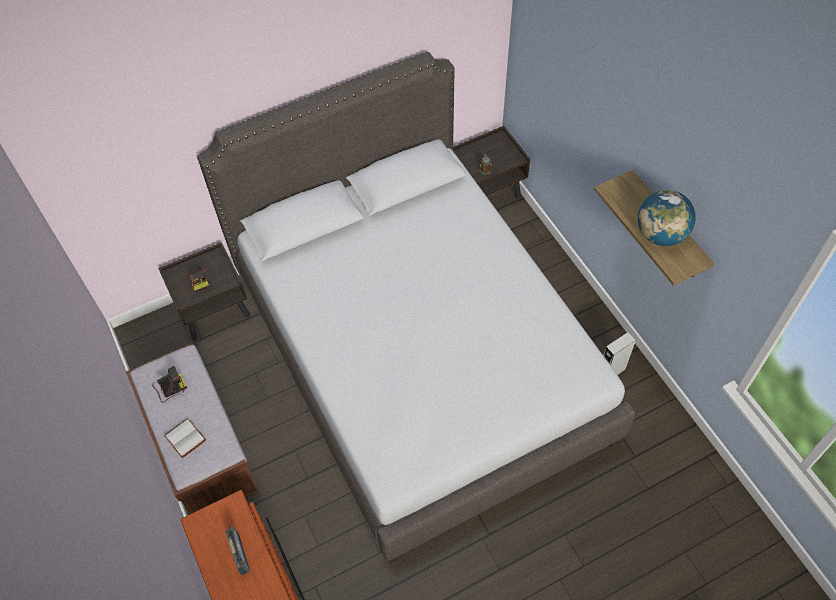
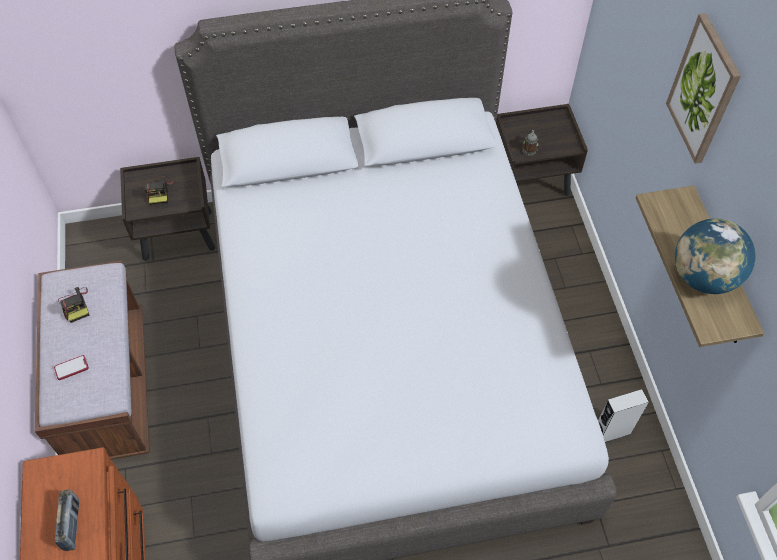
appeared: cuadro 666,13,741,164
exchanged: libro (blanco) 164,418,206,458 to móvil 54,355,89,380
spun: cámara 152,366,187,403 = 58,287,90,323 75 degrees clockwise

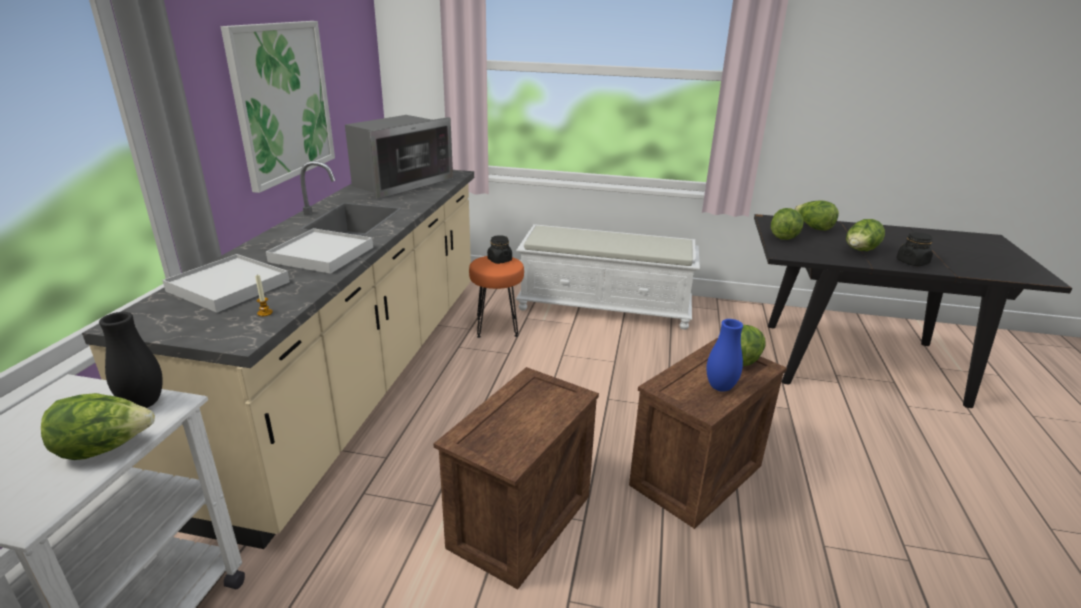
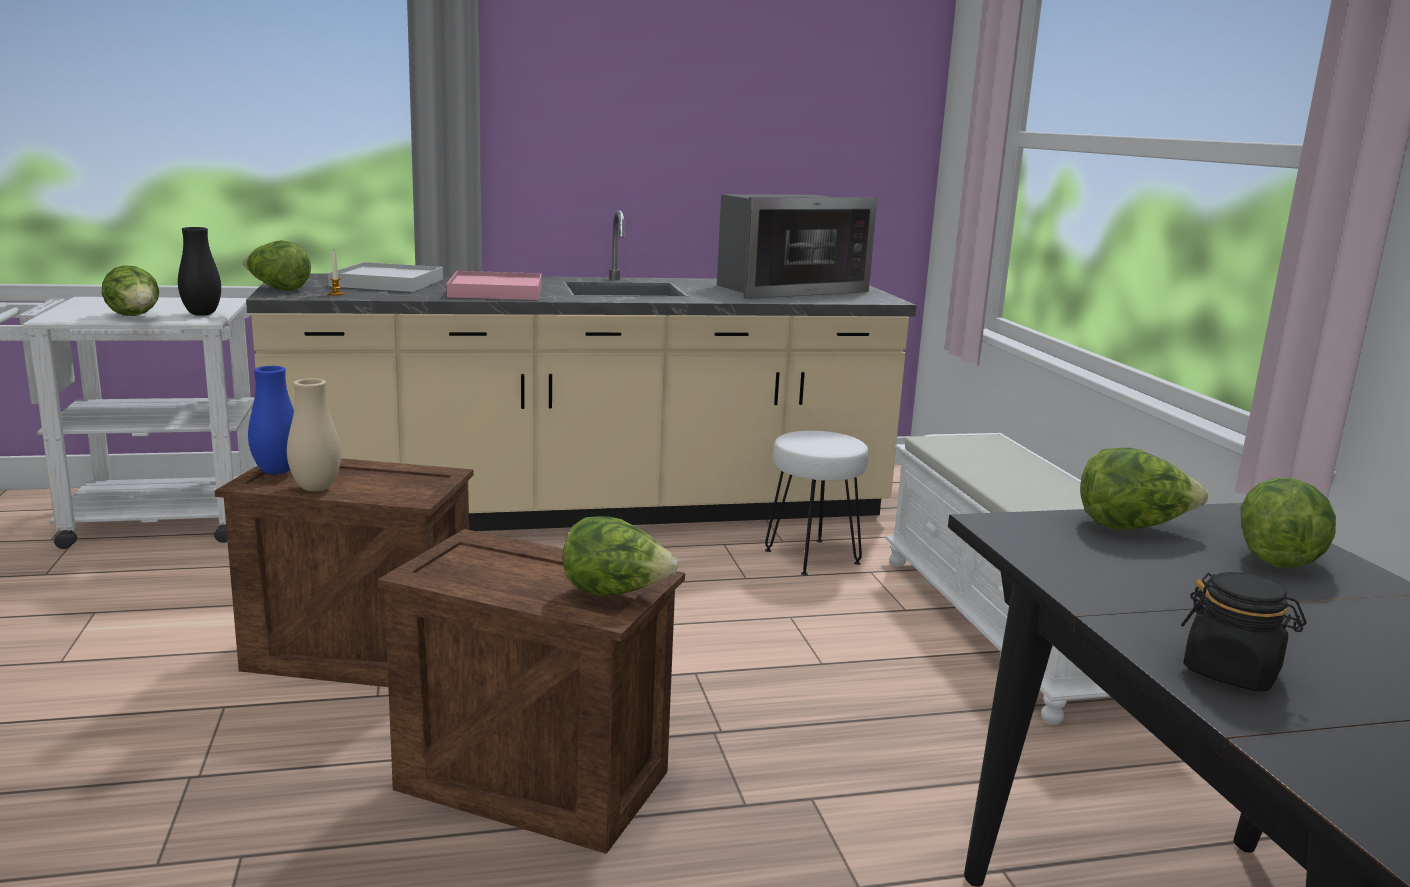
missing: cuadro 221,21,335,193; tarro (negro) 487,235,512,264
appeared: florero (beis) 287,378,341,492
relocated: lechuga 846,219,885,251 to 243,240,311,290; florero (azul) 706,319,743,392 to 248,366,294,475
colour: bandeja (blanco) 266,228,373,274 to bandeja (rosa) 447,271,542,300; taburete (naranja) 469,256,524,338 to taburete (blanco) 765,431,868,576
spun: microondas 345,115,453,199 = 717,194,877,299 45 degrees counterclockwise

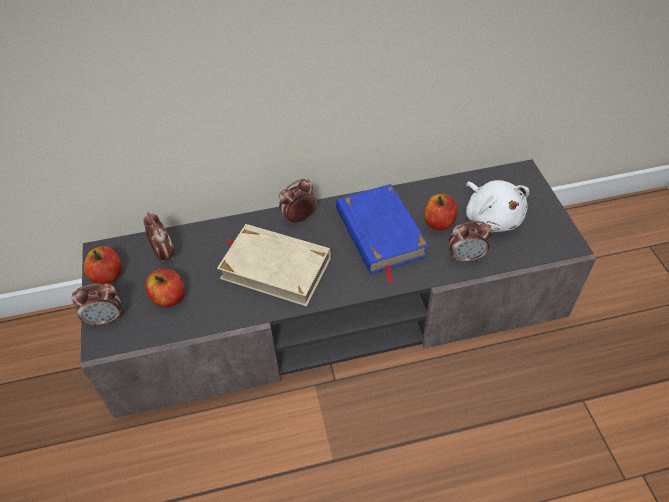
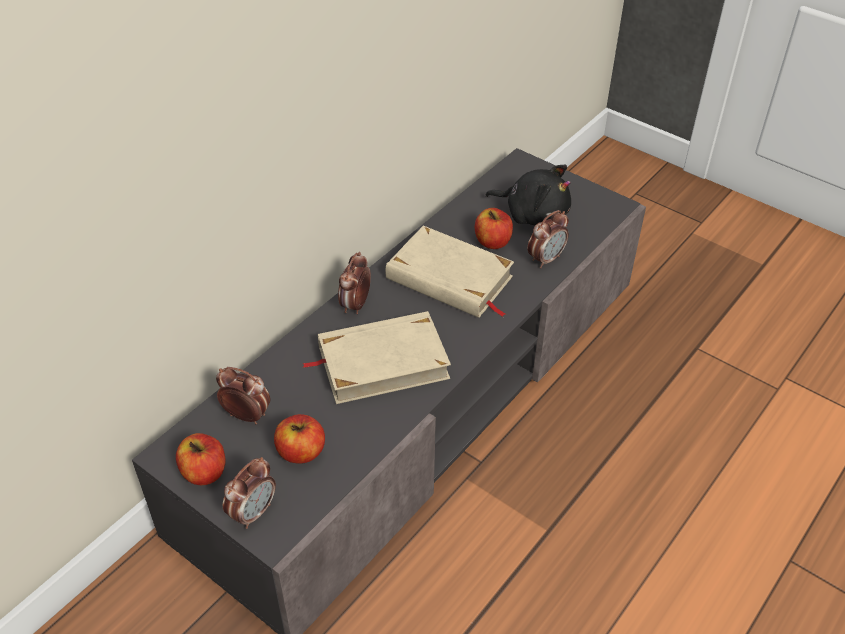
colour: peluche (blanco) 466,180,529,232 to peluche (negro) 485,165,571,225; libro (azul) 336,184,429,283 to libro (beis) 385,226,514,318

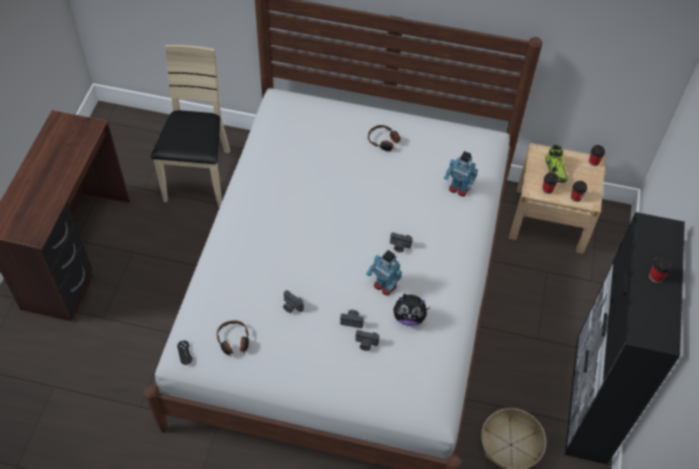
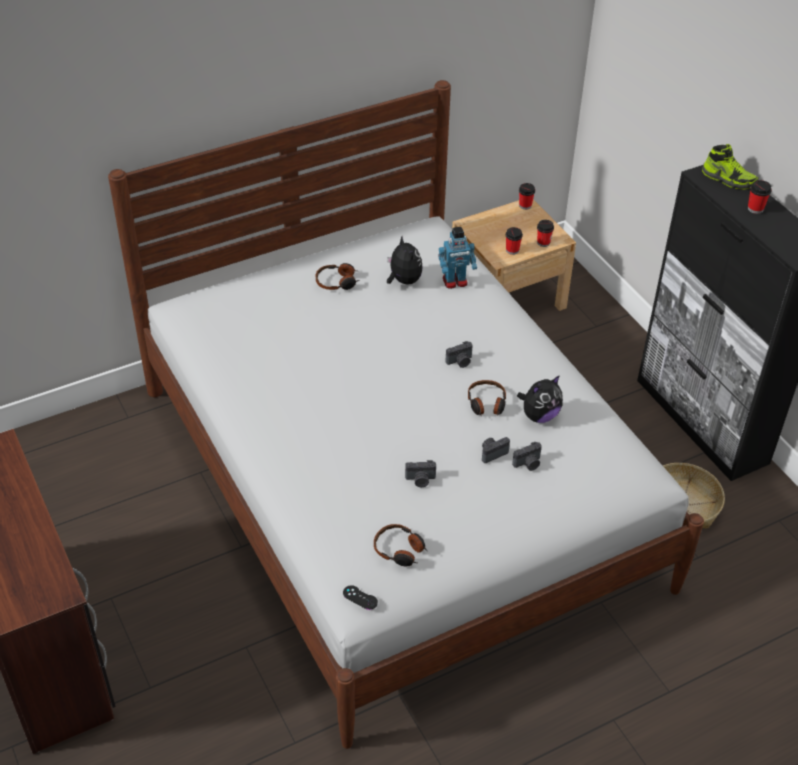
missing: silla (beis) 151,45,230,207
appeared: peluche 387,236,423,285
relocated: zapato 545,145,568,183 to 702,144,759,190
exchanged: robot de juguete 366,250,402,296 to auriculares 468,380,506,416

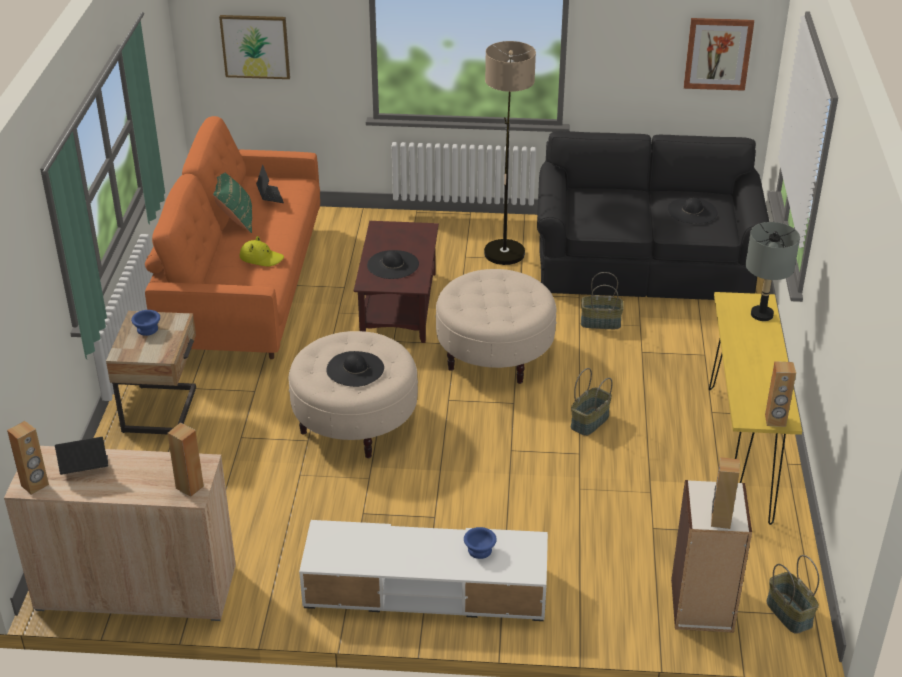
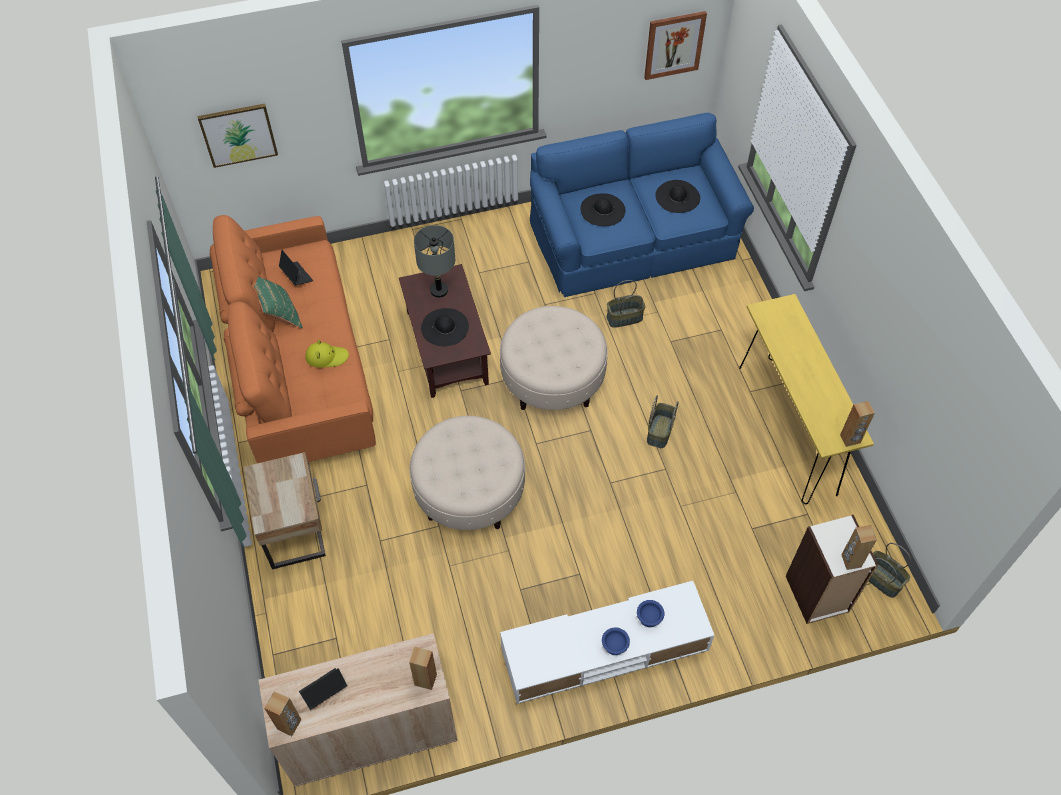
missing: lámpara de pie 484,41,536,265
relocated: lámpara de mesa (gris) 746,222,800,321 to 414,225,455,298; cuenco (azul) 131,310,160,336 to 602,627,630,655; sombrero (negro) 326,351,384,387 to 581,193,625,226
colour: sofá (negro) 537,131,769,300 to sofá (azul) 530,113,754,297

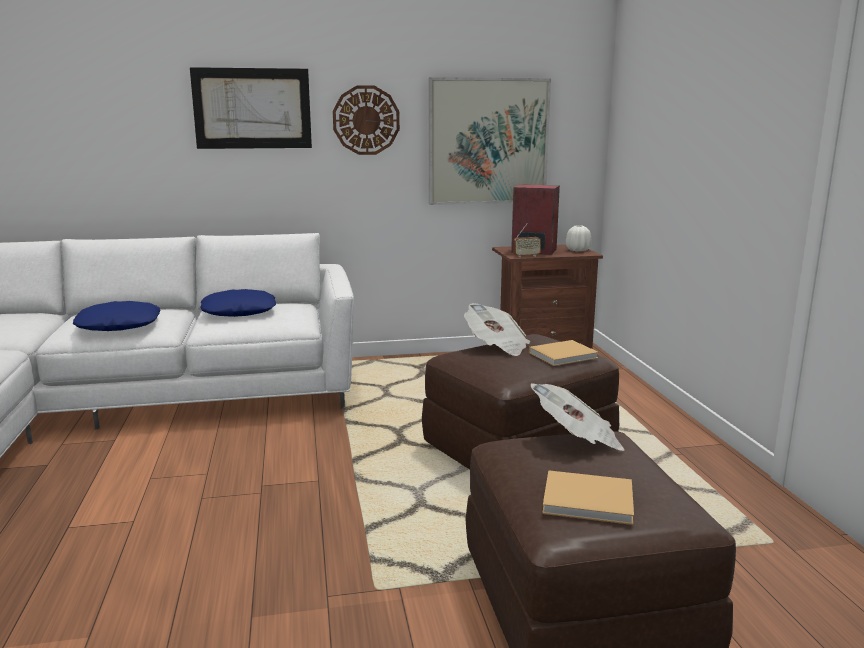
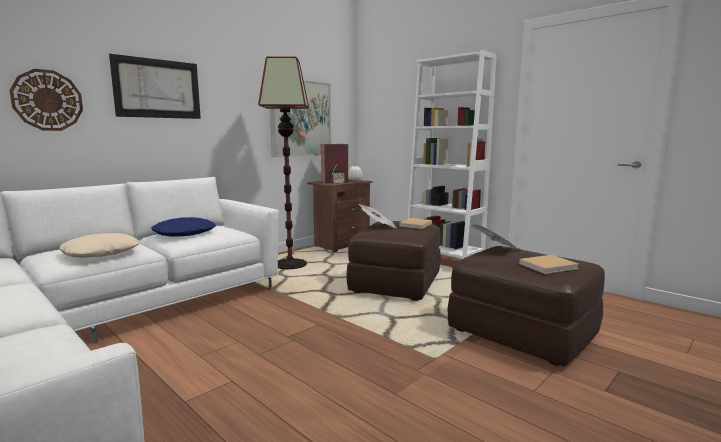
appeared: estantería (blanco) 408,50,497,259; lámpara de pie 258,56,309,269
relocated: reloj de pared 333,85,400,155 to 9,69,83,131
colour: cojín (azul) 73,301,160,331 to cojín (beis) 60,233,140,258

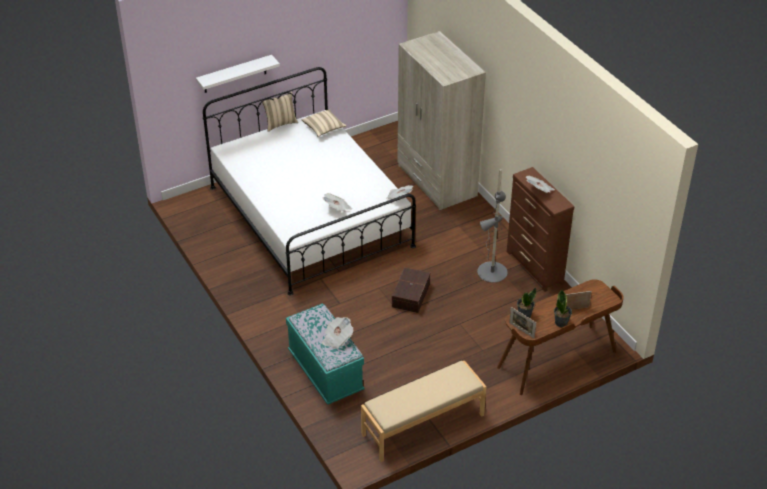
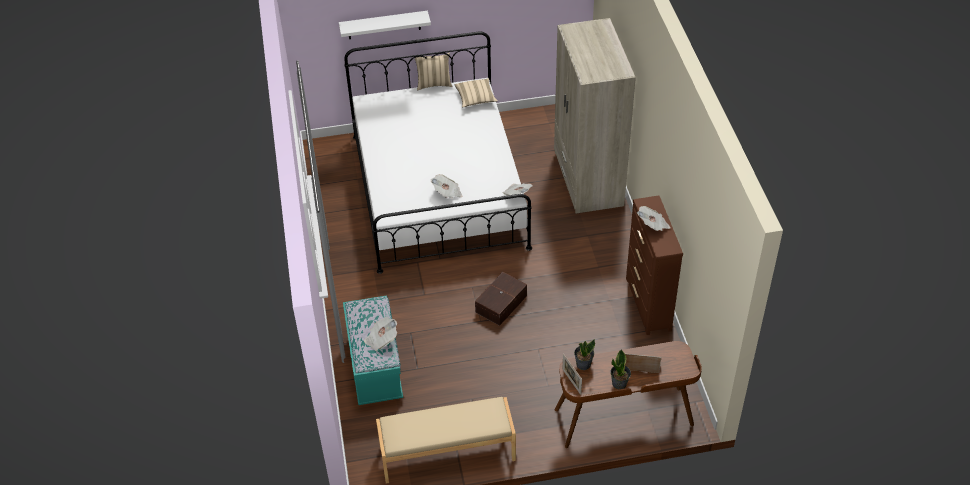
missing: lámpara de pie (gris) 477,169,508,283

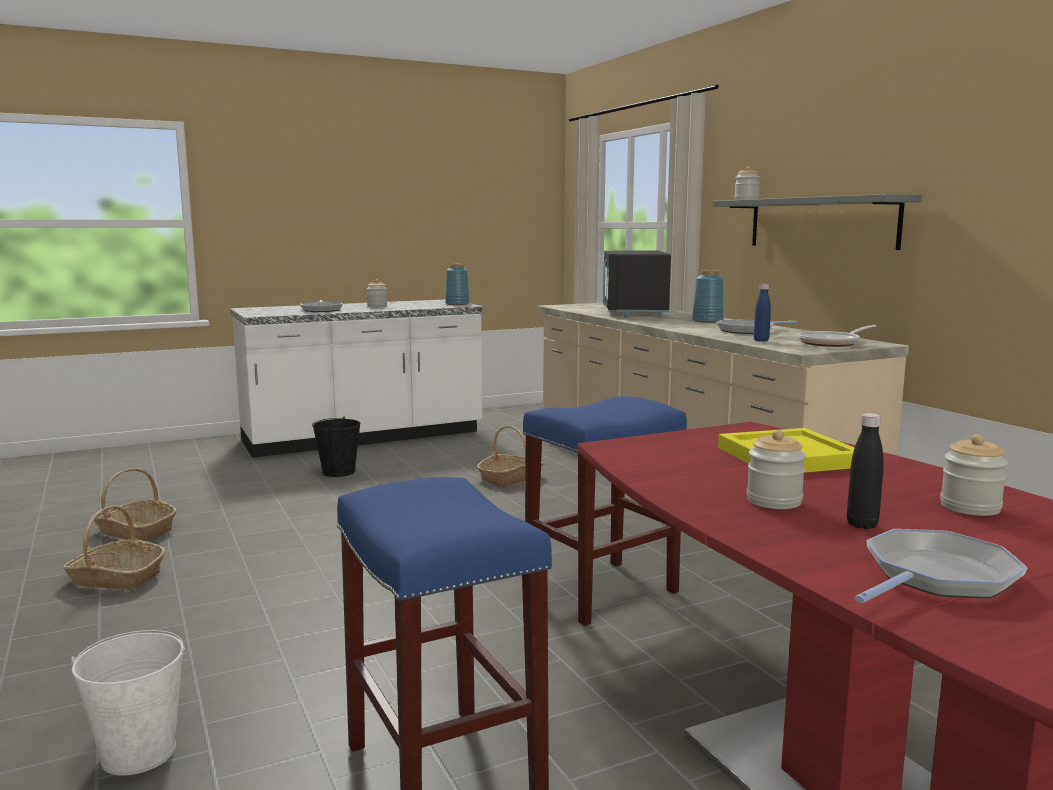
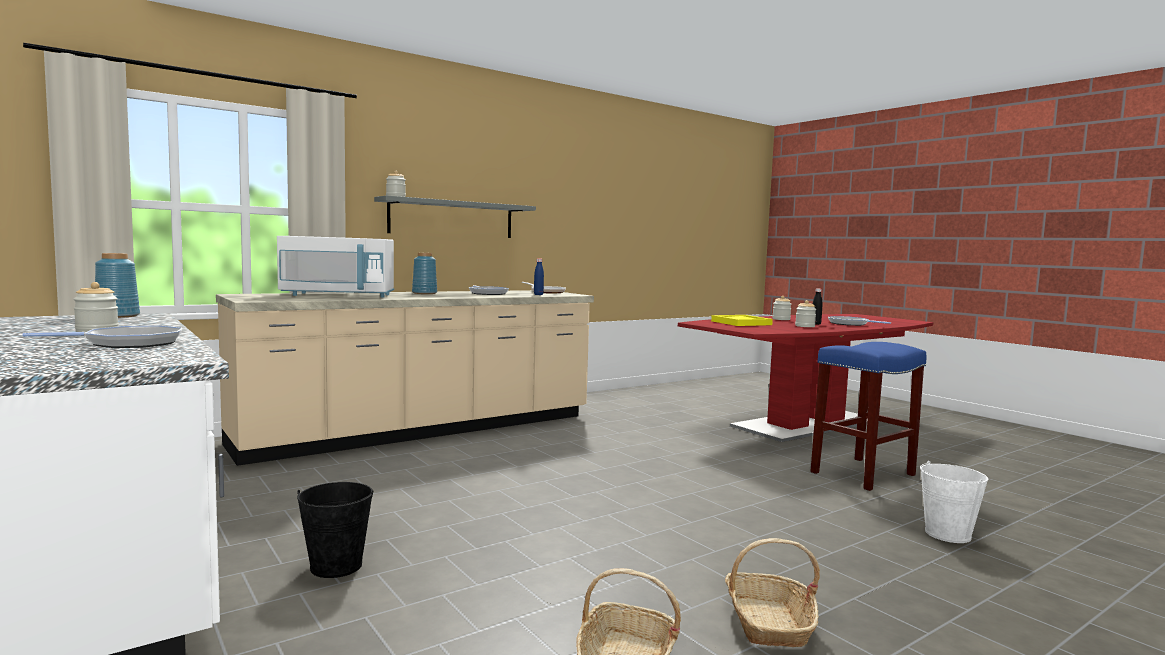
missing: taburete (azul) 523,396,687,626; cesta 477,426,544,487
colour: microondas (negro) 603,251,671,317 to microondas (blanco) 277,236,394,298

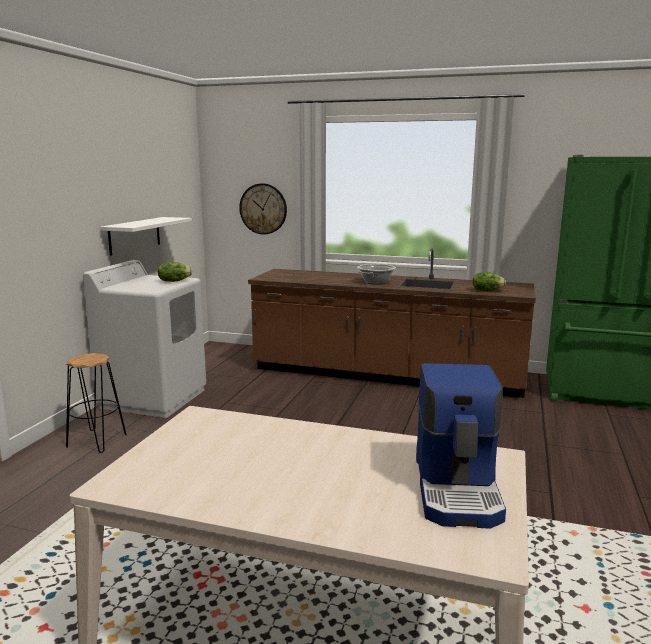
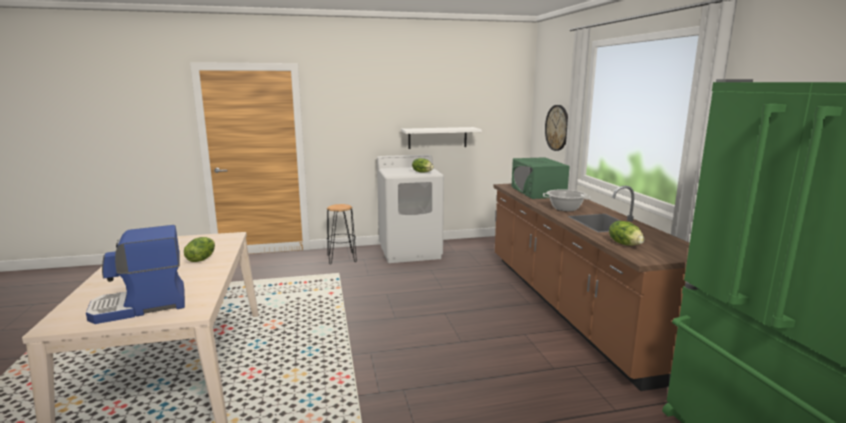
appeared: microondas (verde) 511,157,570,199; lechuga 184,237,215,262

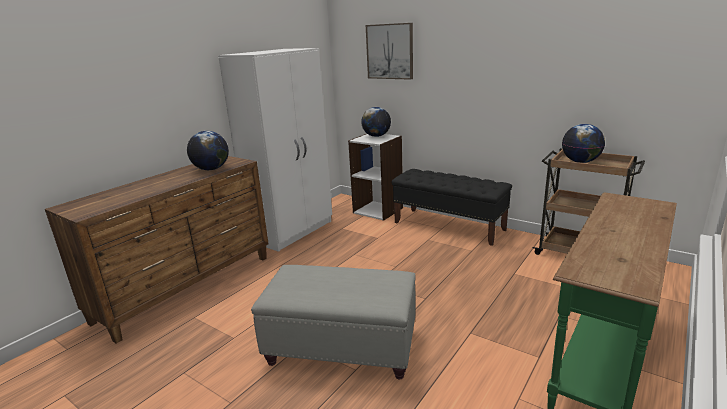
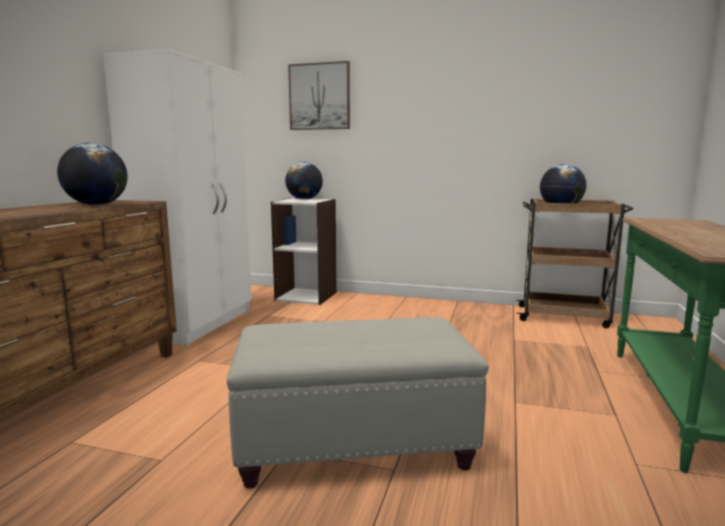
missing: banco (negro) 391,169,512,246

